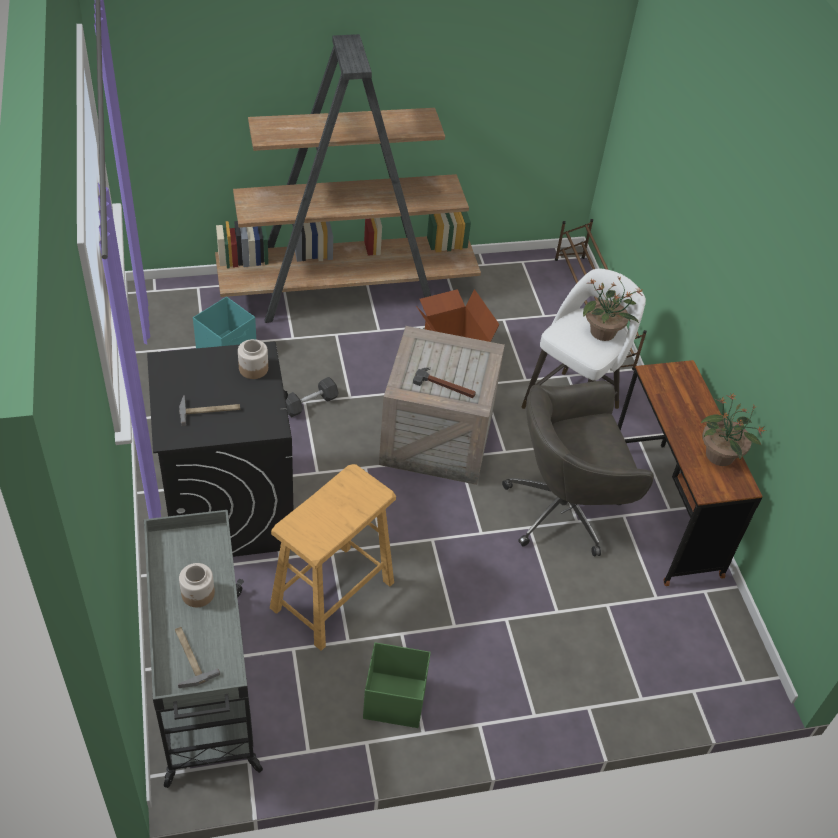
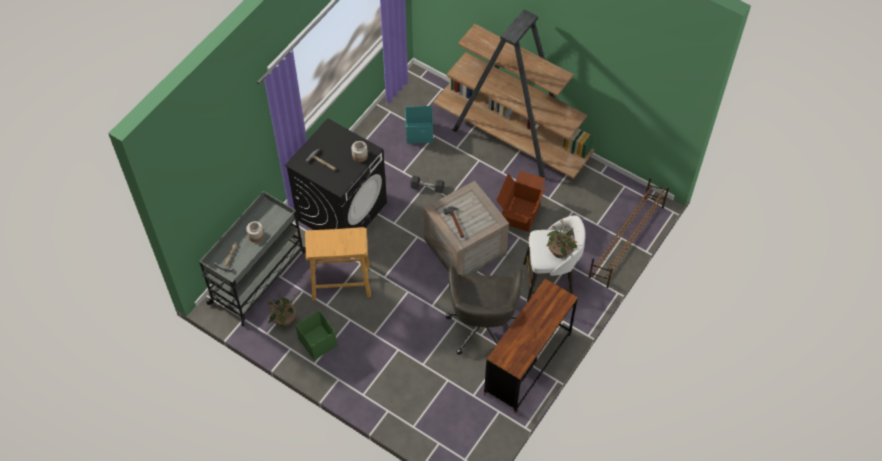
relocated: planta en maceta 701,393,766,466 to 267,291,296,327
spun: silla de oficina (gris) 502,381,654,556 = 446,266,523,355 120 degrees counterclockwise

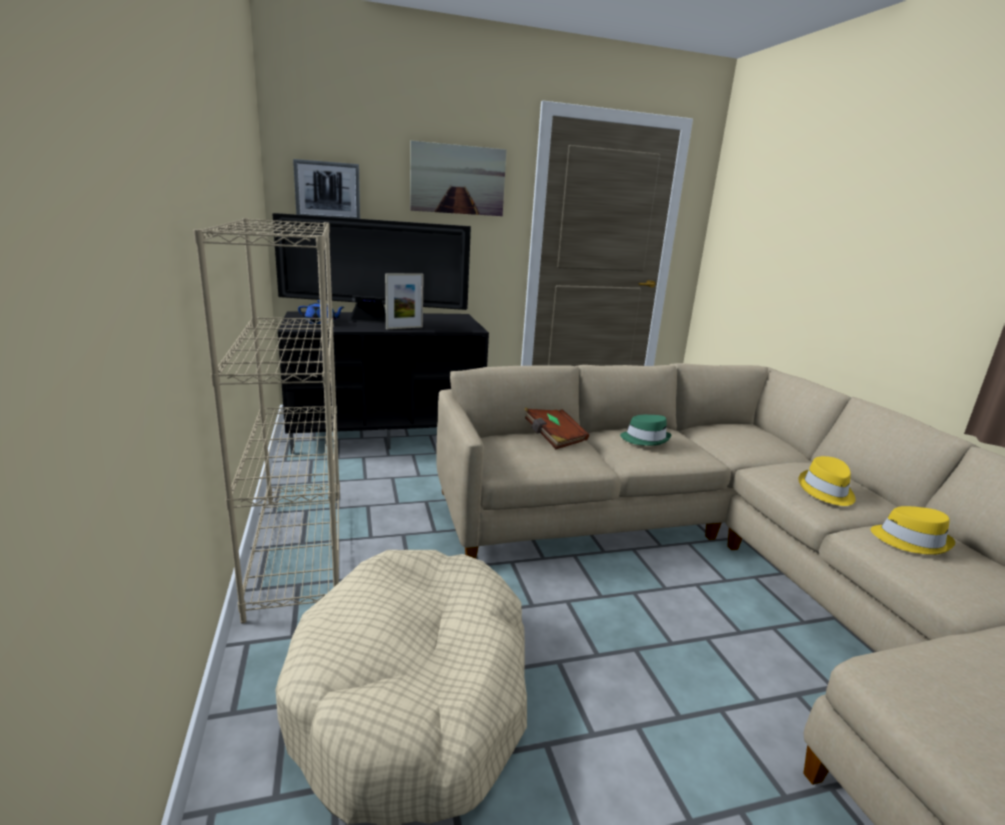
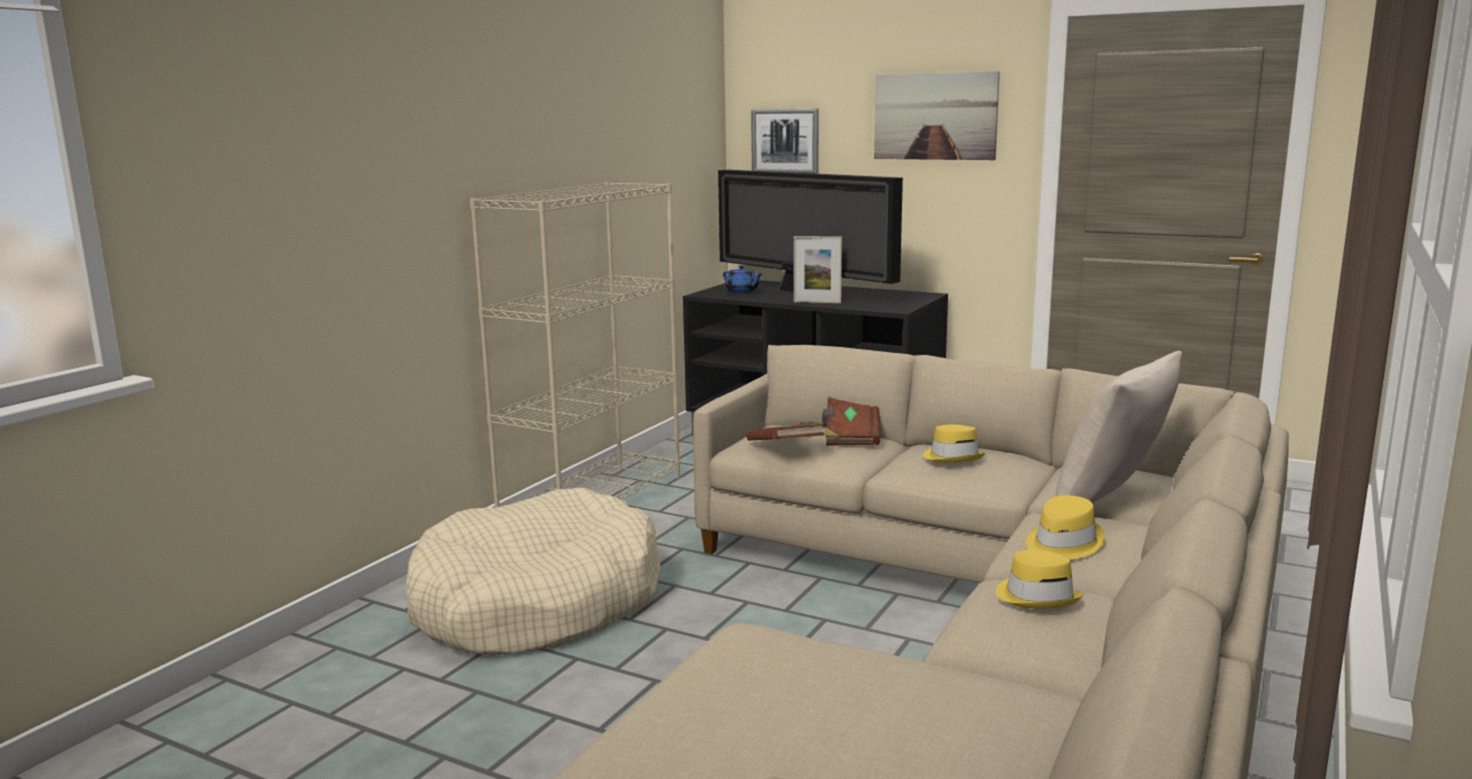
appeared: cojín (beis) 1055,351,1182,503; libro (marrón) 746,421,824,441
colour: sombrero (verde) 620,415,671,446 to sombrero (amarillo) 923,424,985,462

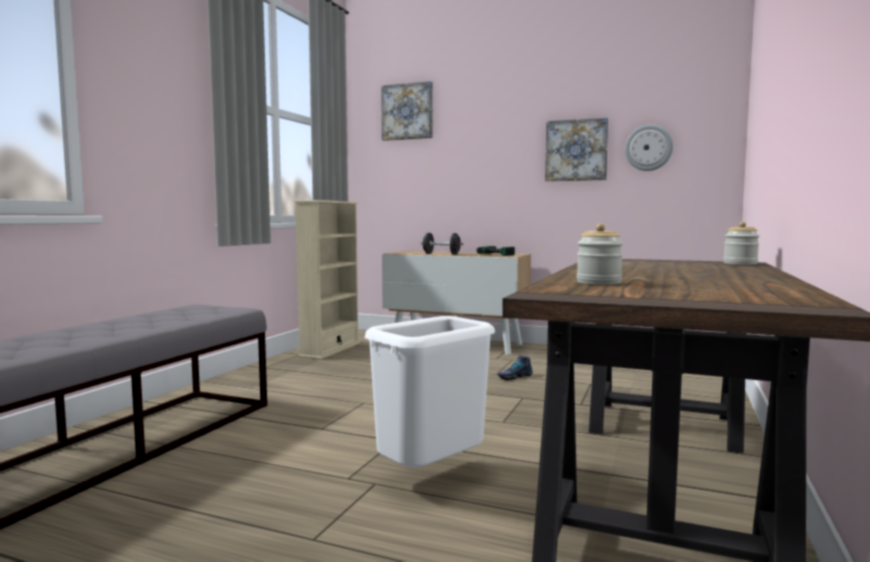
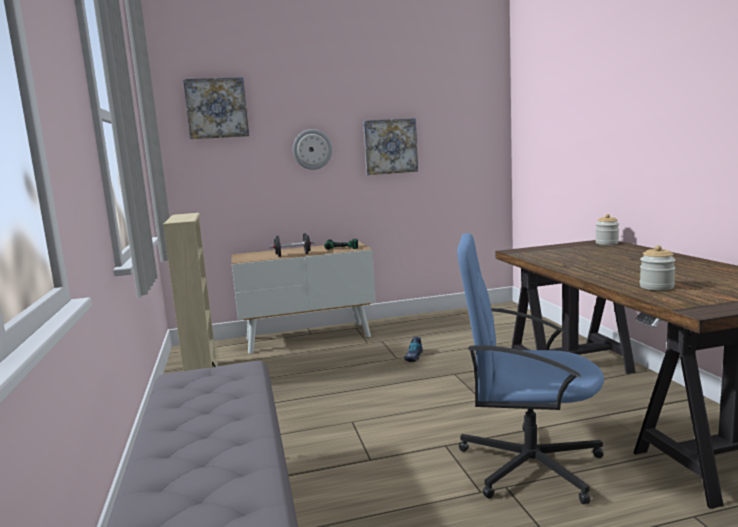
relocated: reloj de pared 625,124,673,171 to 293,129,332,170
exchanged: papelera (blanco) 365,316,495,468 to silla de oficina (azul) 457,233,604,504

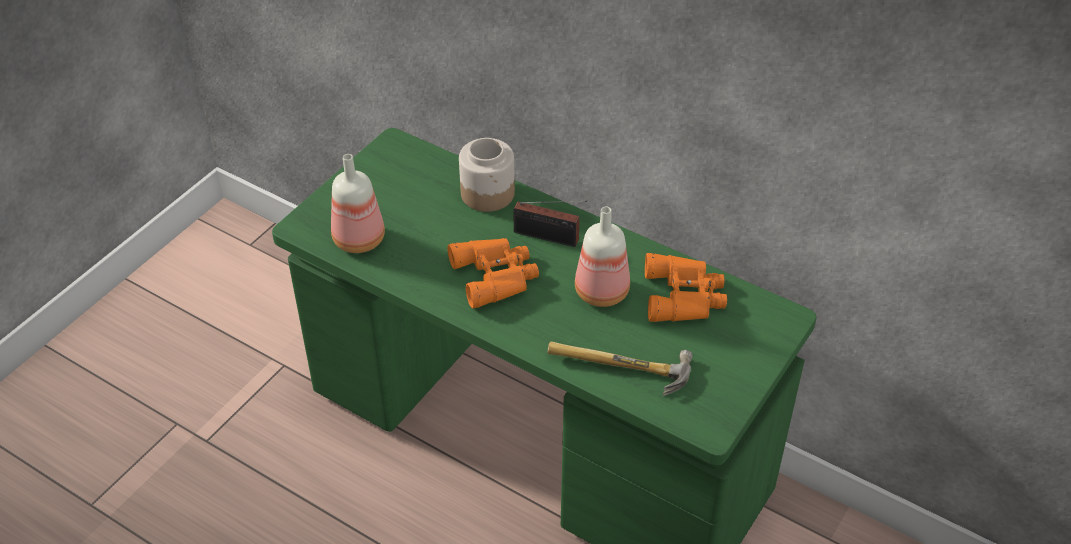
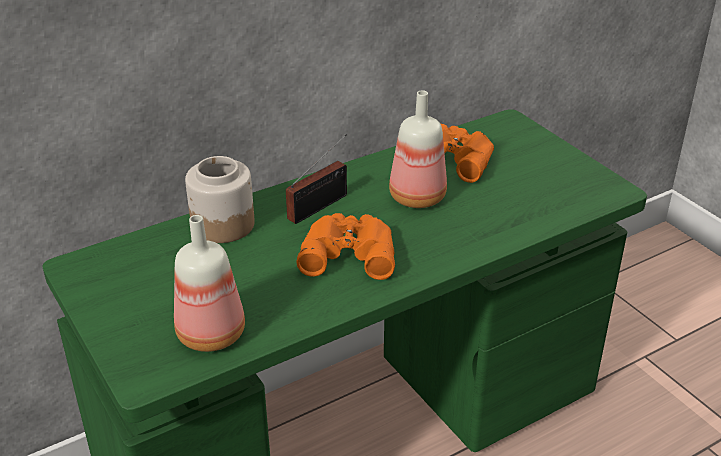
missing: martillo 547,341,693,396

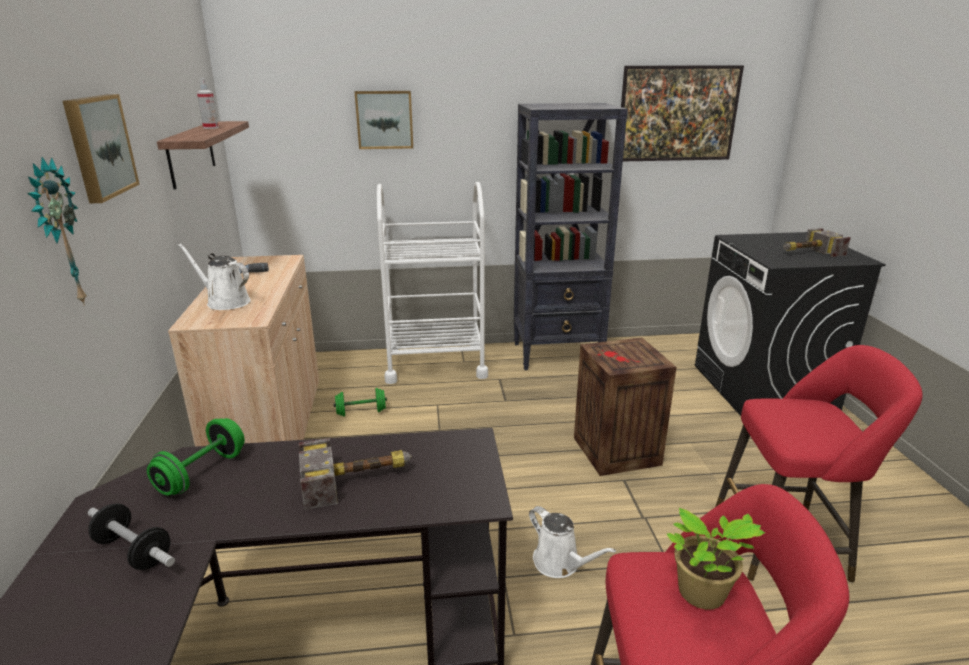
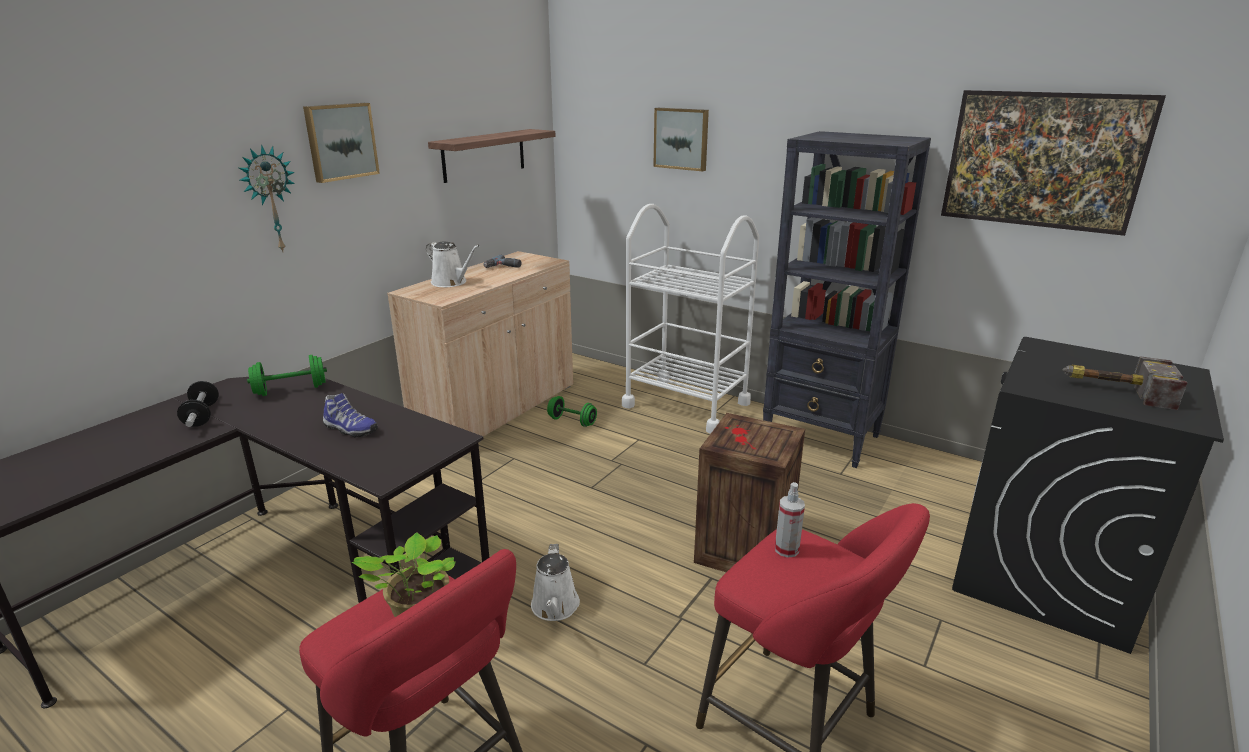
relocated: pulverizador 197,78,219,129 to 775,482,805,558
exchanged: martillo 299,438,412,510 to zapato 323,393,378,438
spun: regadera (blanco) 178,243,251,310 = 426,241,480,287 150 degrees clockwise

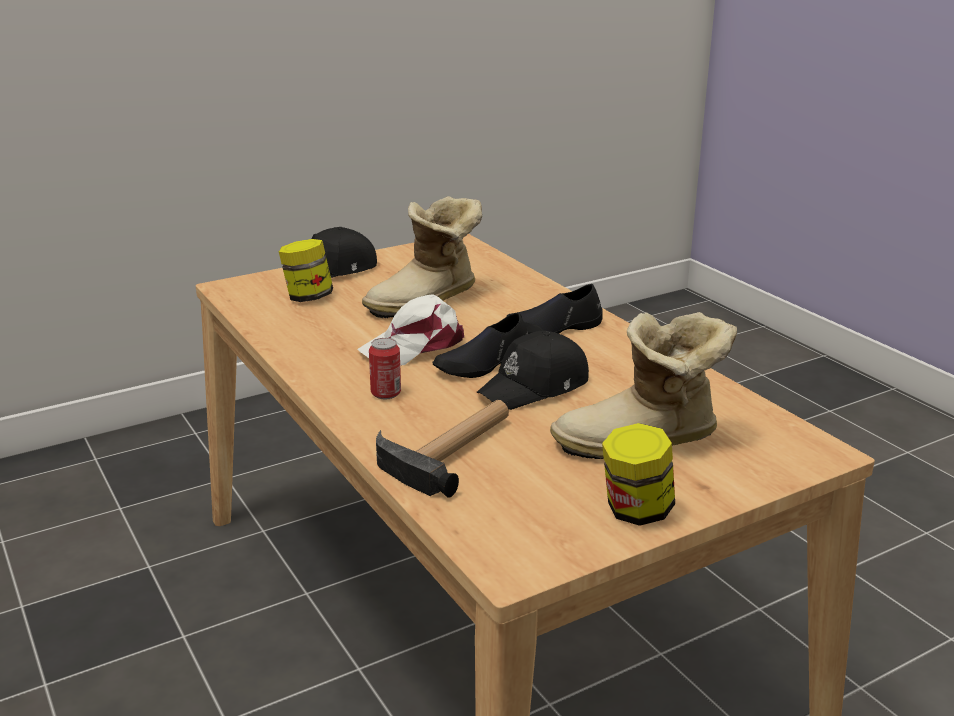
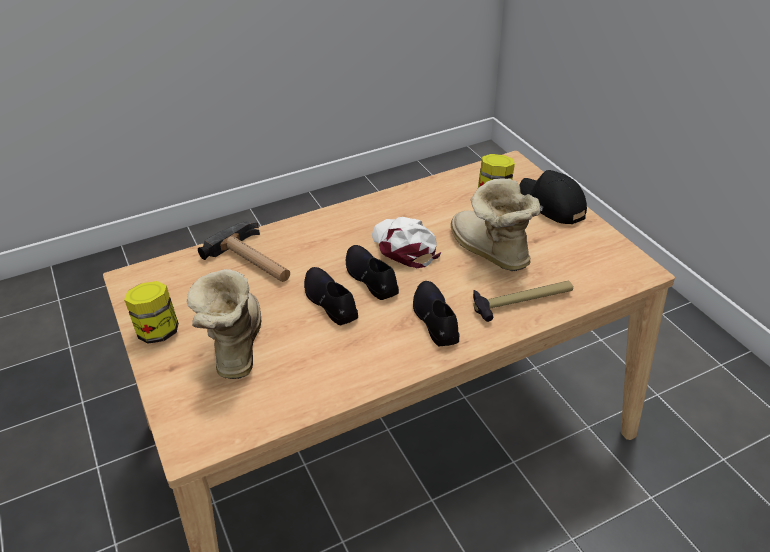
missing: lata 369,338,401,399
appeared: martillo 473,281,573,322
exchanged: gorra (negro) 477,331,589,410 to zapato (negro) 304,267,358,325

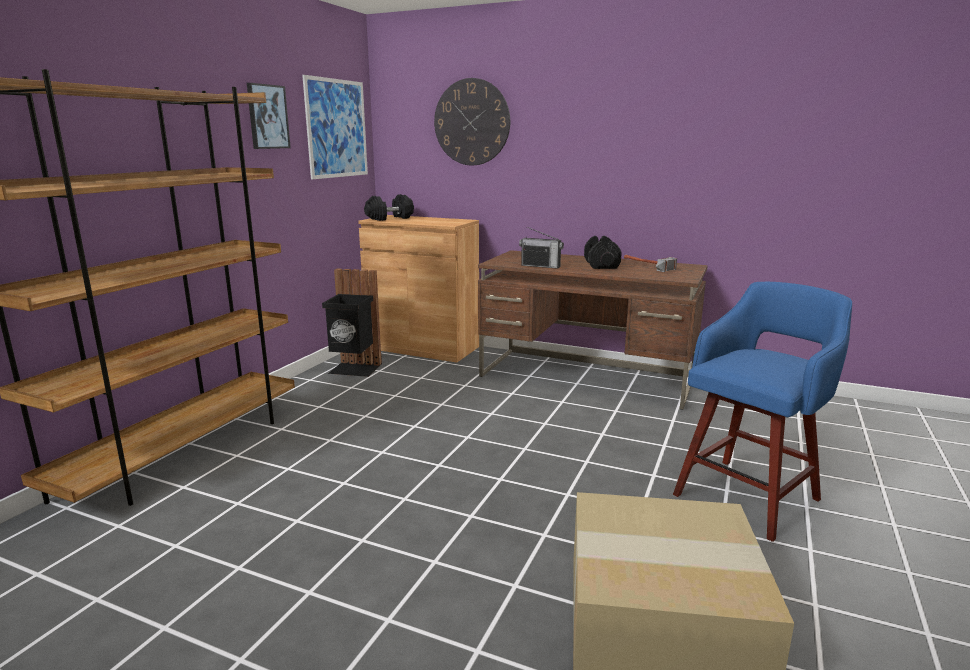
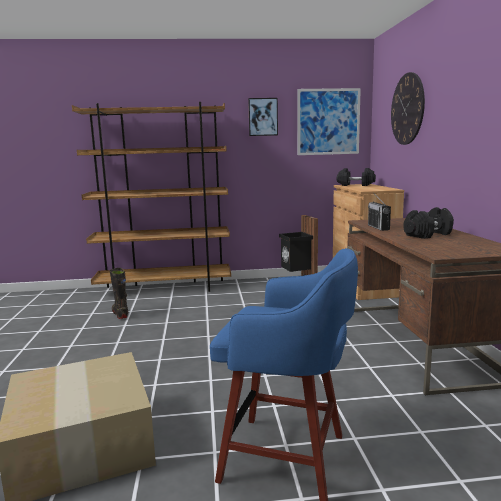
missing: martillo 624,255,677,272
appeared: bota (negro) 109,268,128,319

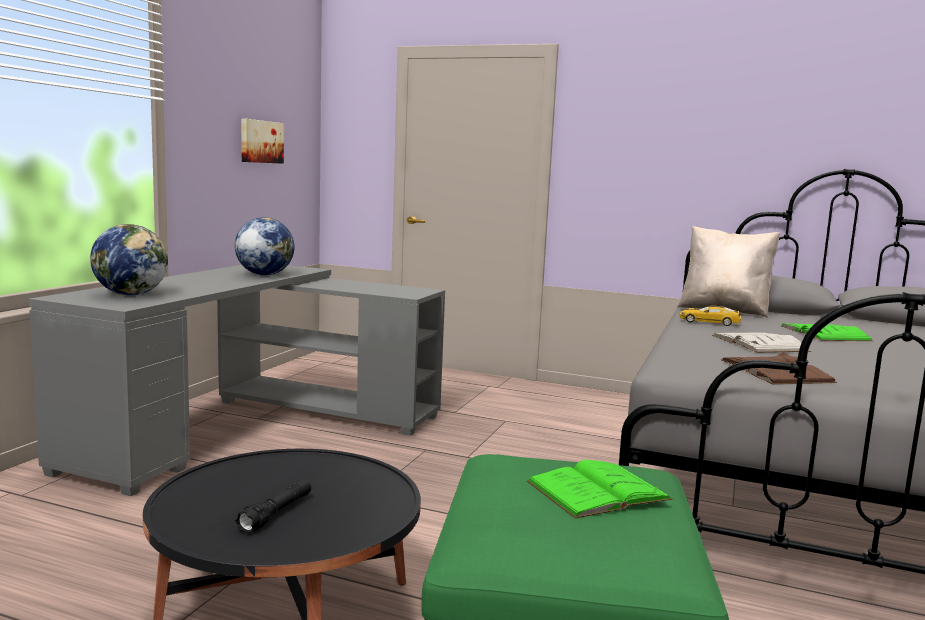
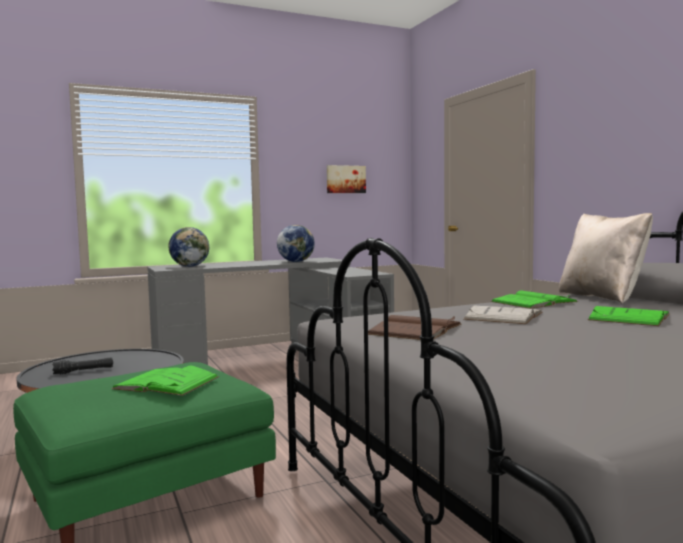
exchanged: coche de juguete 679,306,742,326 to libro (verde) 491,290,578,309

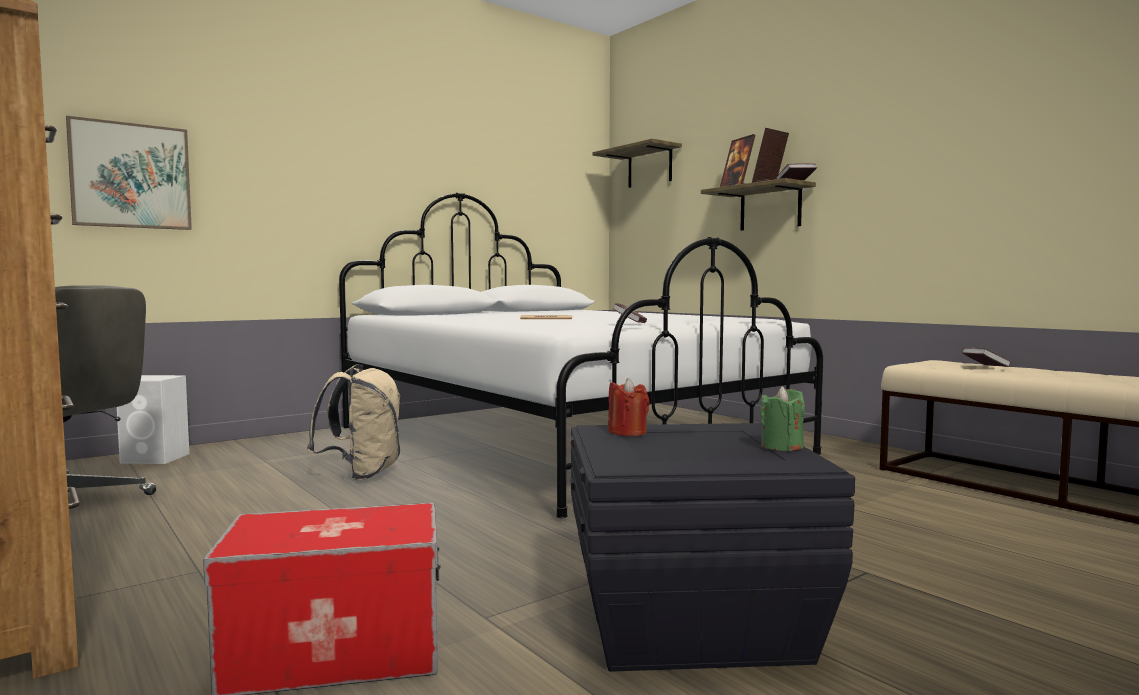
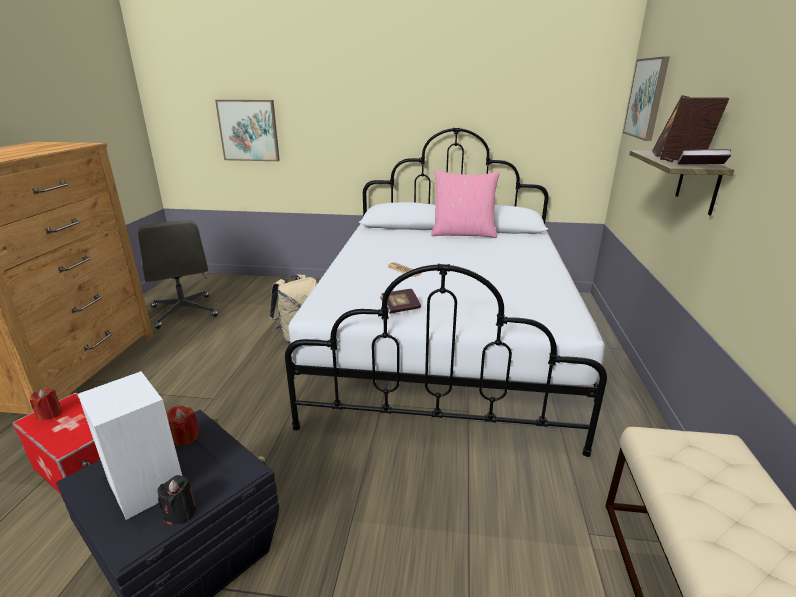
missing: libro 962,348,1011,367
appeared: cojín (rosa) 431,171,500,238; vela (rojo) 30,388,62,421
relocated: altavoz (blanco) 117,375,189,464 to 78,371,183,520
exchanged: estante 592,139,682,188 to cuadro 623,57,670,141
colour: vela (verde) 760,386,805,451 to vela (negro) 158,475,196,525

